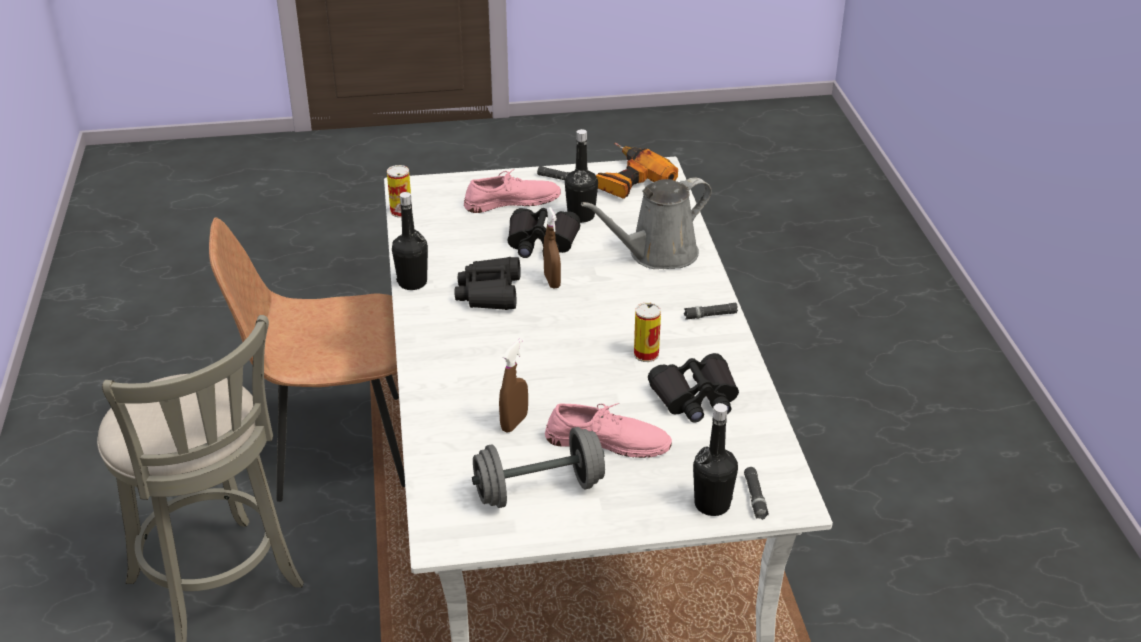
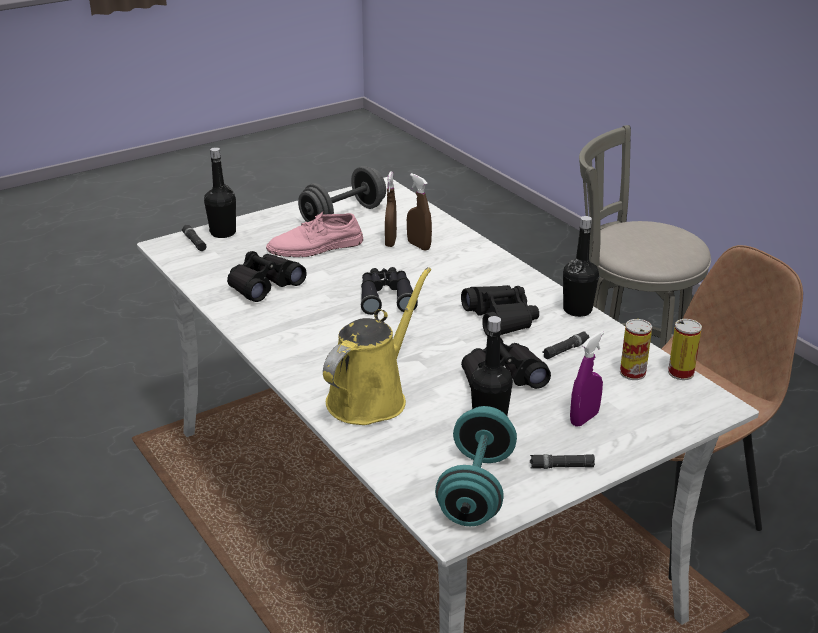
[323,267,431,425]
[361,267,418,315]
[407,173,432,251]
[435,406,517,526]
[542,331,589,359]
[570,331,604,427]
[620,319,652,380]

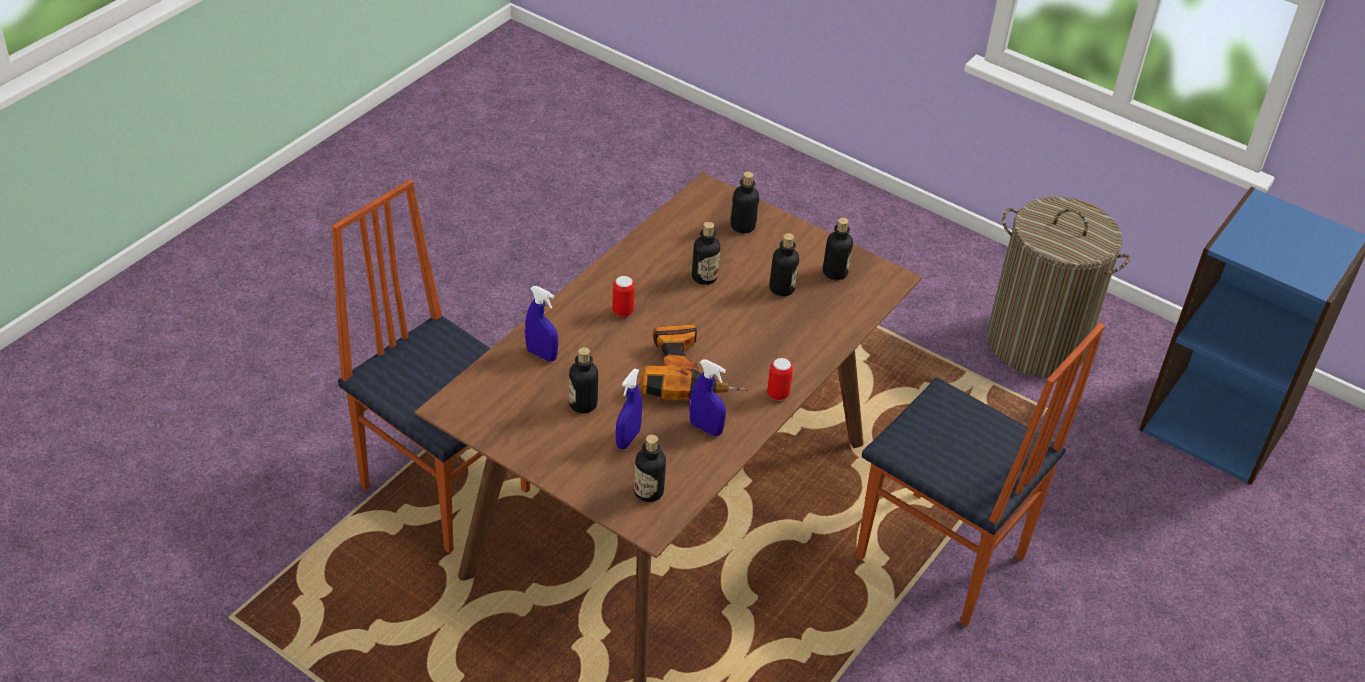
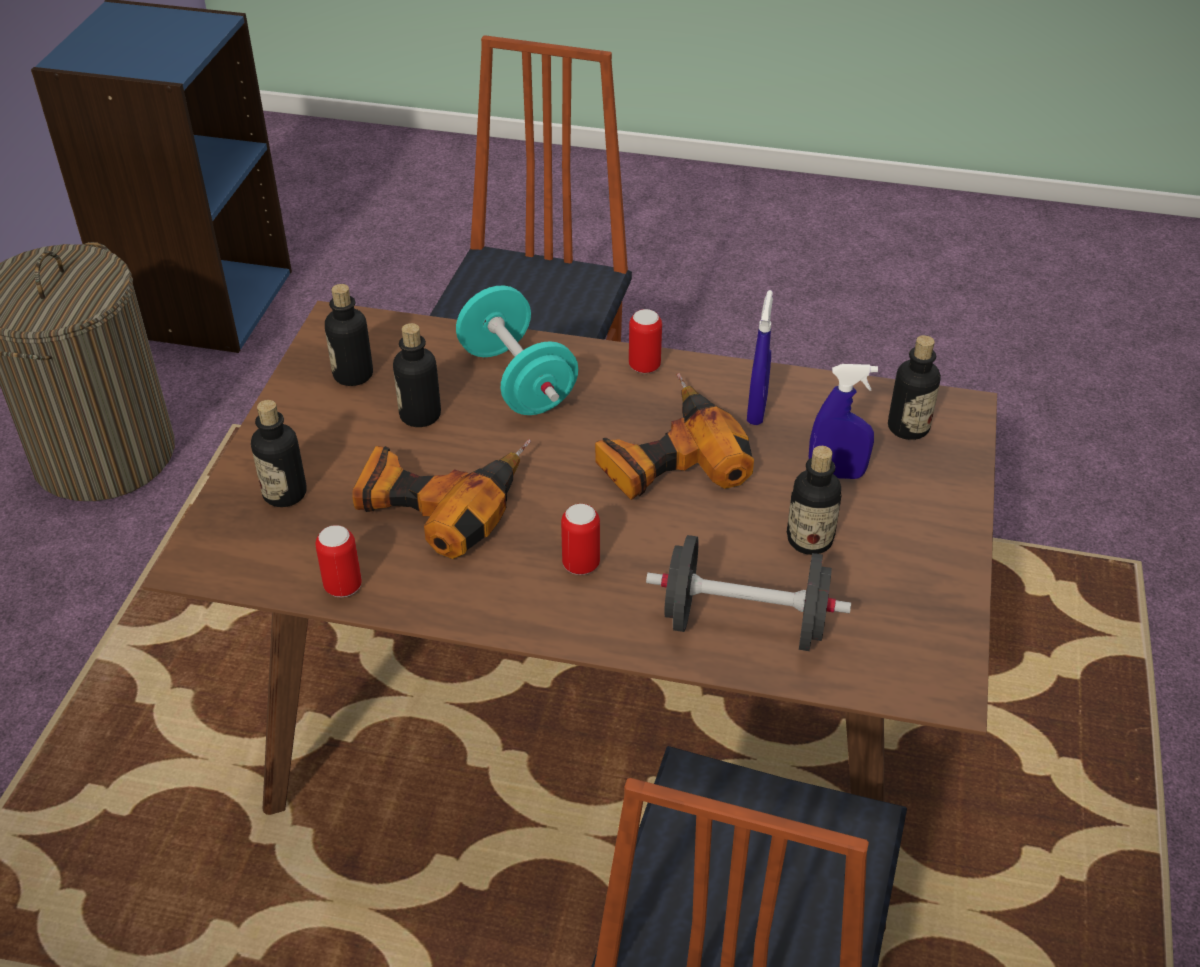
[315,525,362,597]
[353,439,531,559]
[456,286,578,415]
[646,535,851,651]

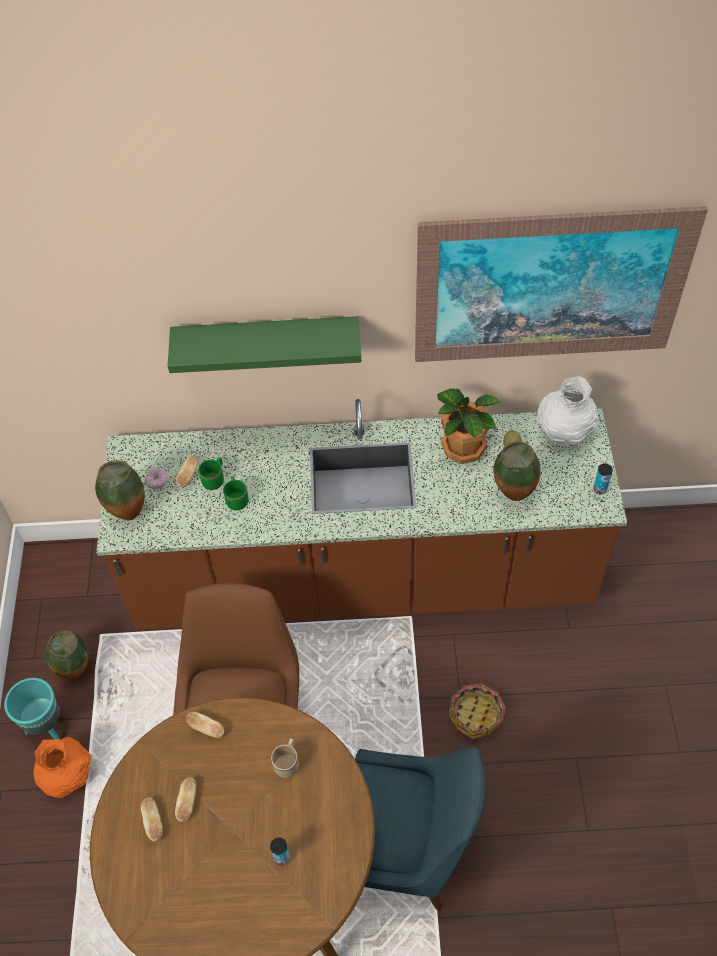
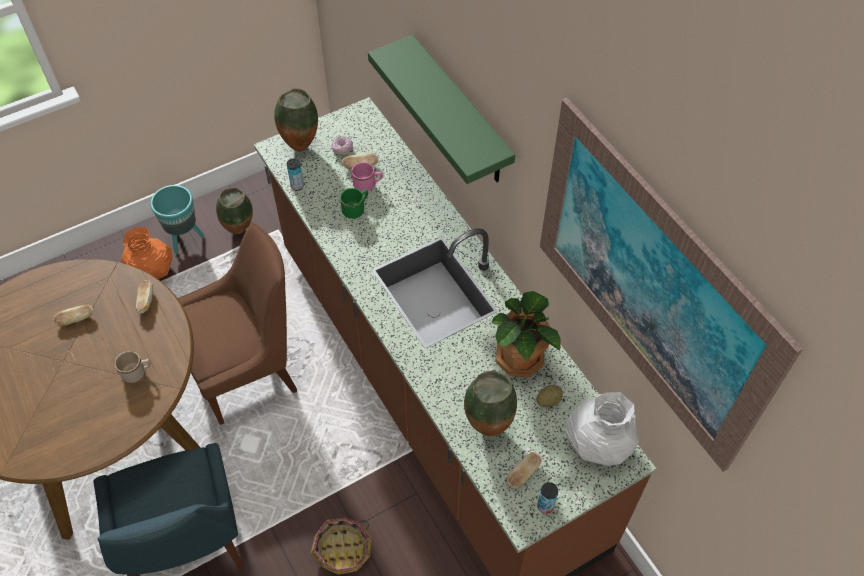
[287,159,304,191]
[351,162,382,192]
[507,452,542,488]

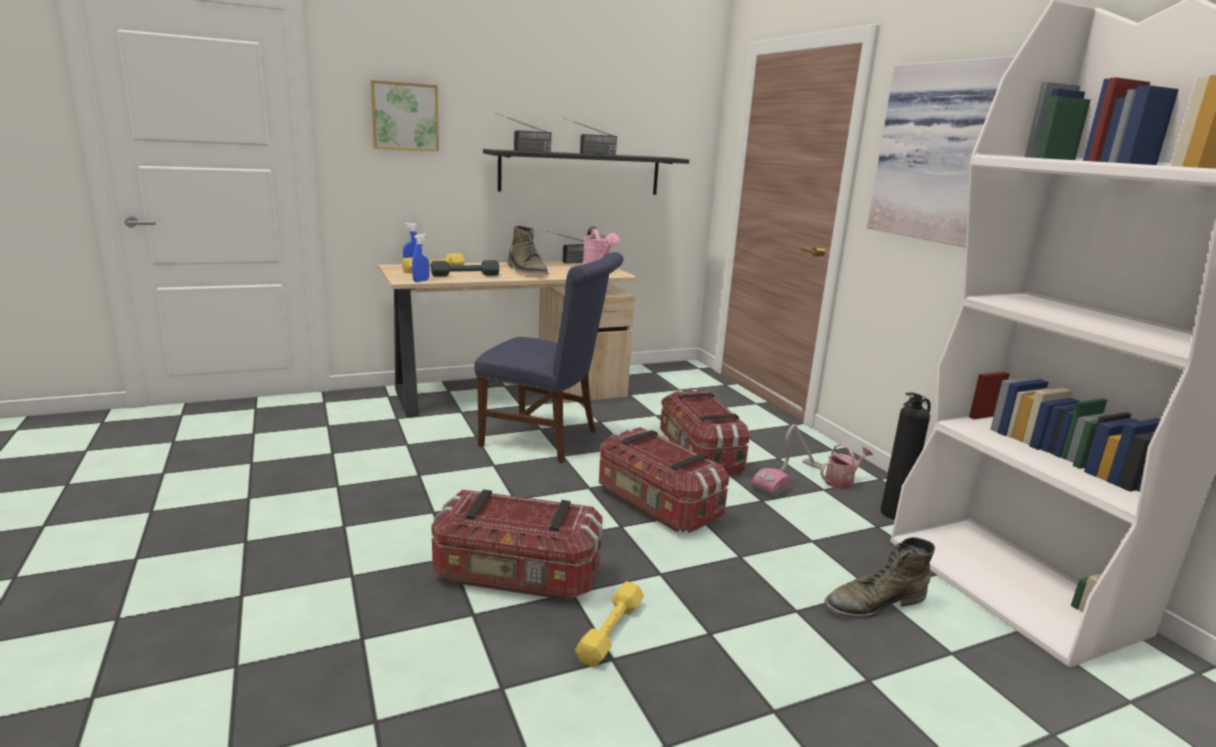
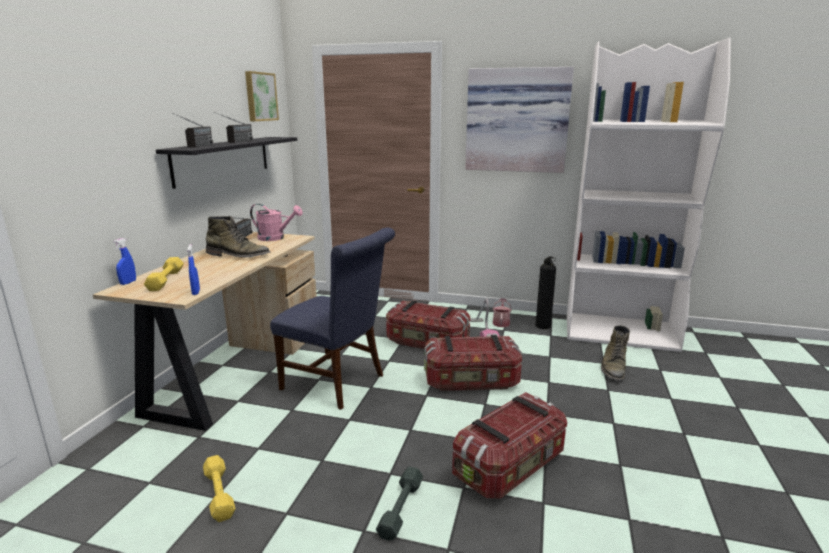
[203,455,235,522]
[245,71,279,121]
[270,228,395,410]
[376,467,423,541]

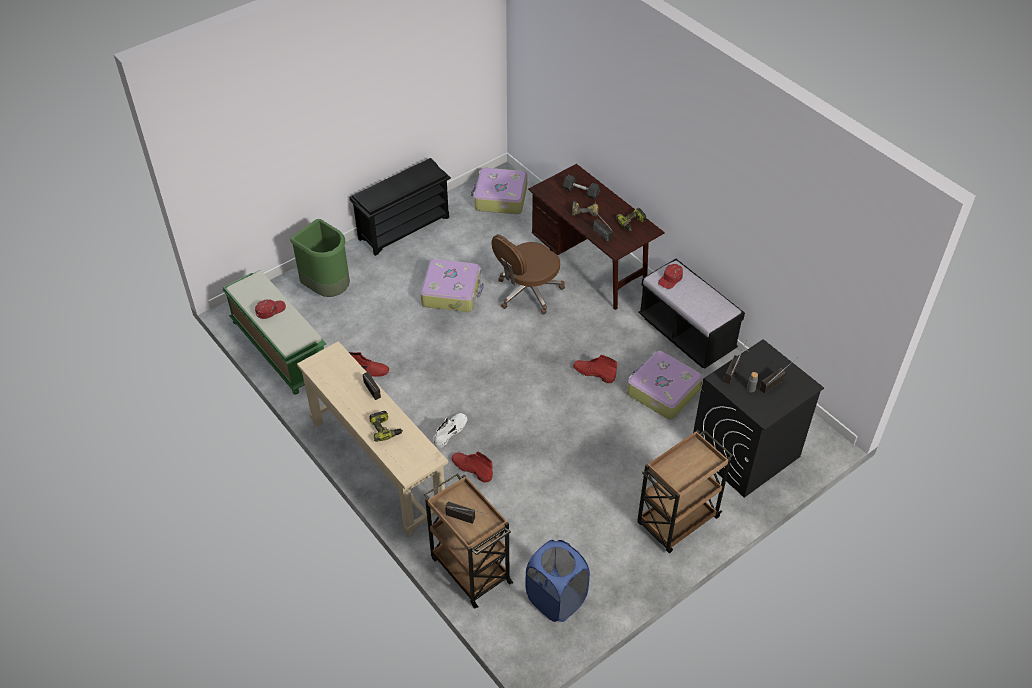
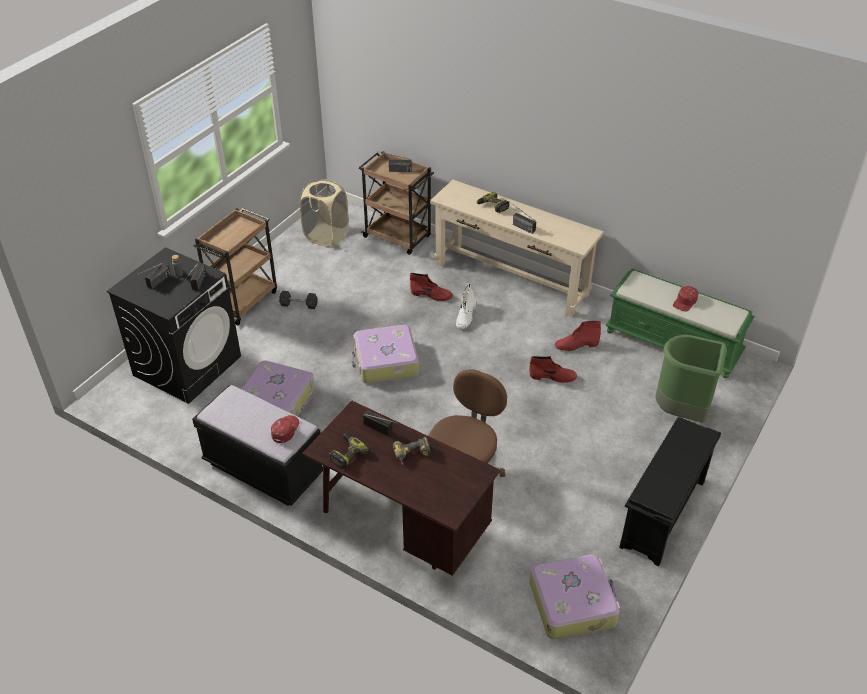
[279,291,318,309]
[300,179,349,247]
[352,325,419,383]
[529,356,577,383]

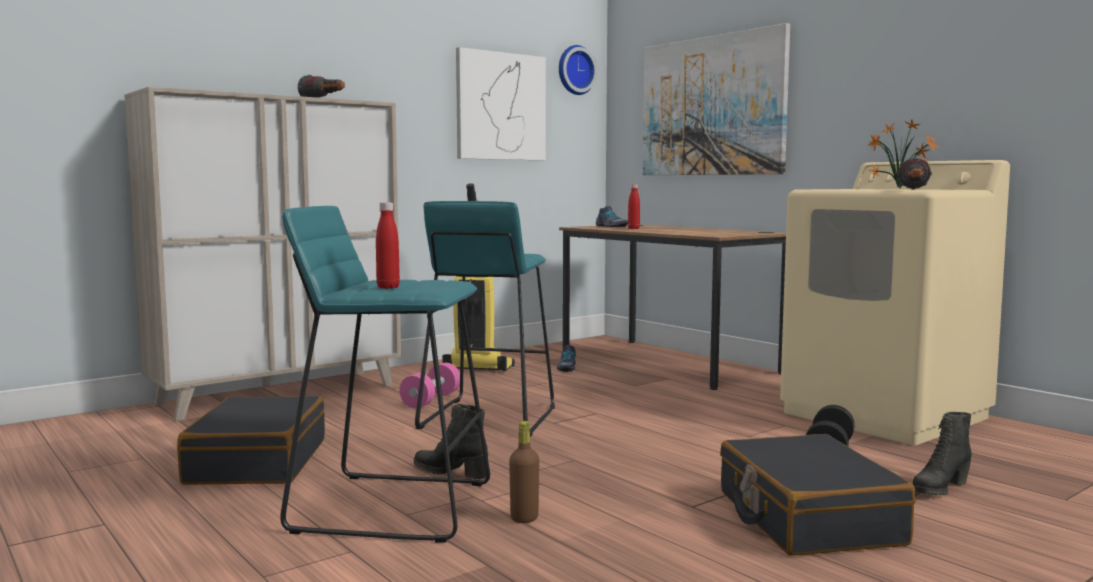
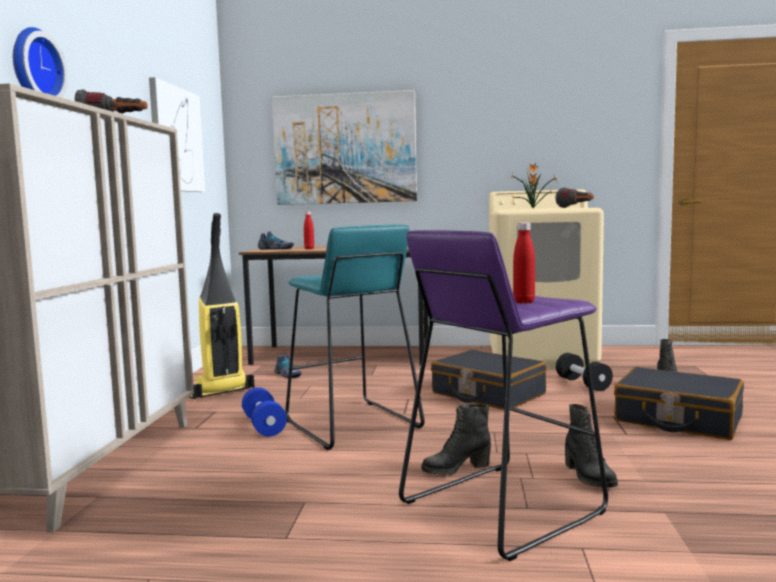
[13,27,68,98]
[242,387,287,437]
[399,230,608,561]
[431,349,547,410]
[565,404,618,488]

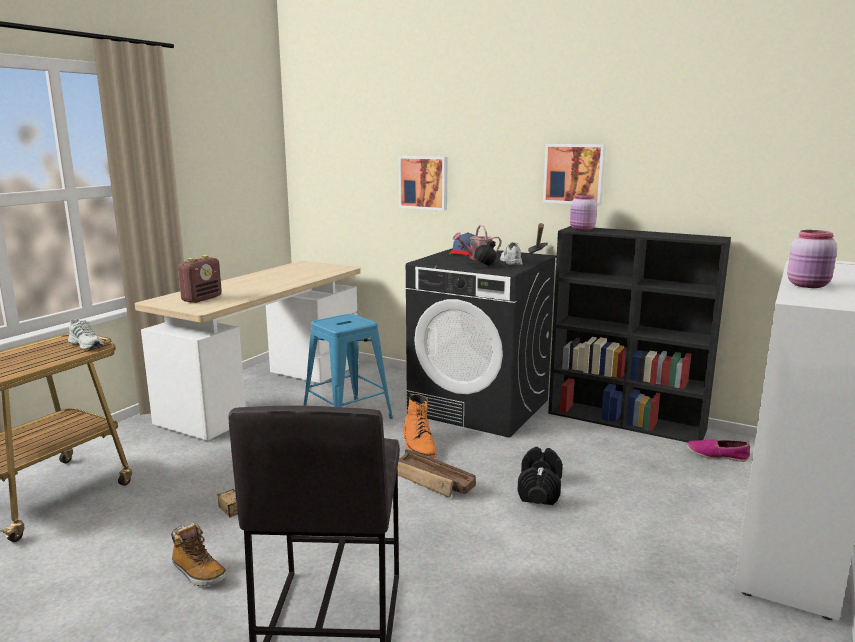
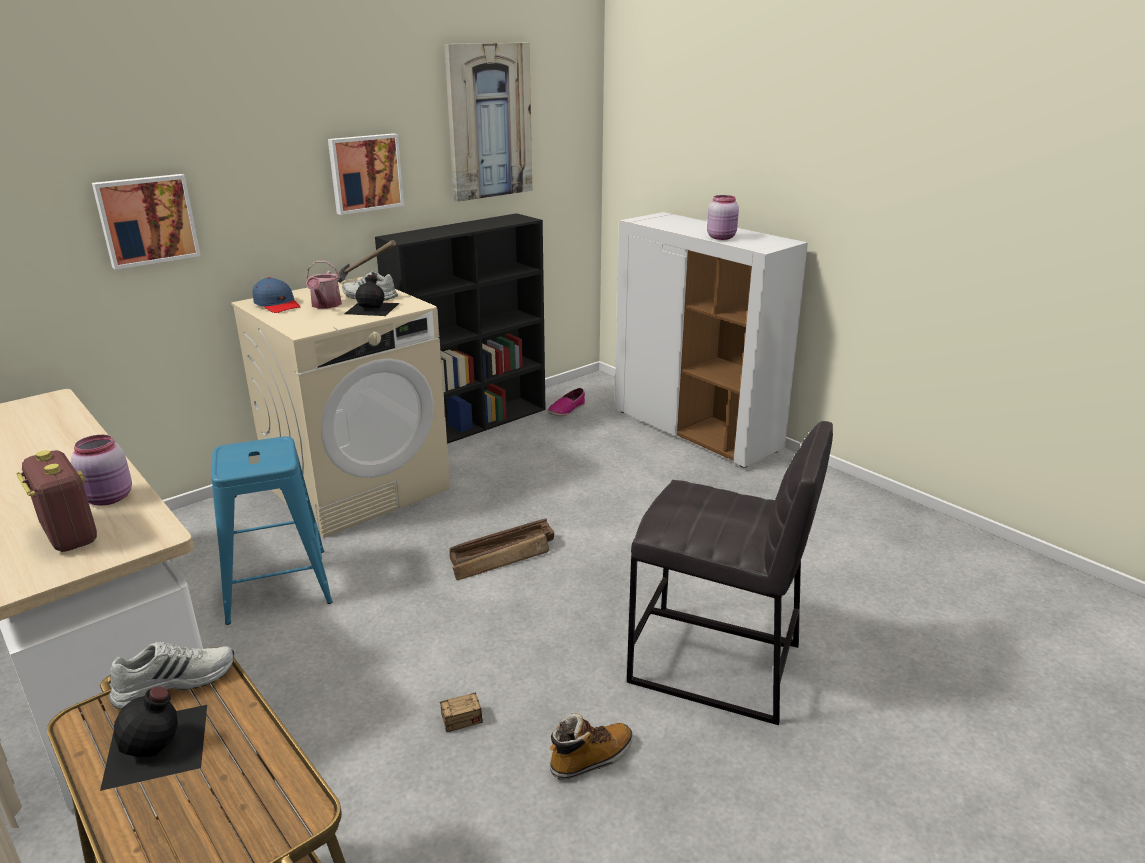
[71,435,132,505]
[100,687,207,791]
[231,277,450,538]
[444,43,532,202]
[403,394,437,458] (first image)
[517,447,563,505] (first image)

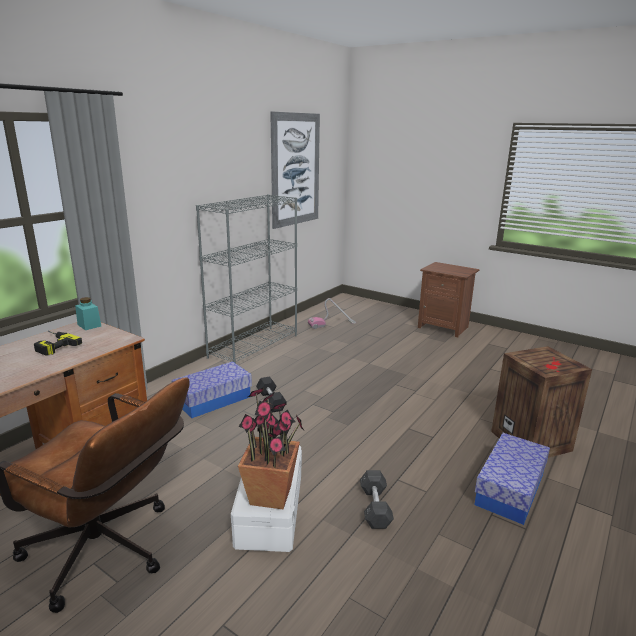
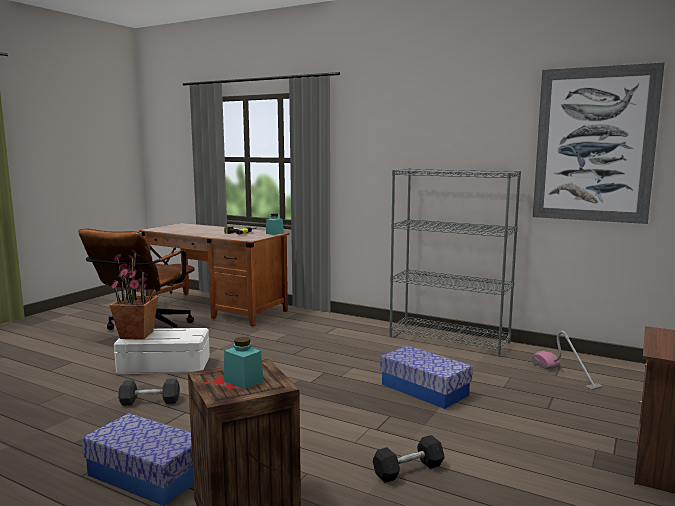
[224,337,263,390]
[373,435,445,483]
[380,345,473,409]

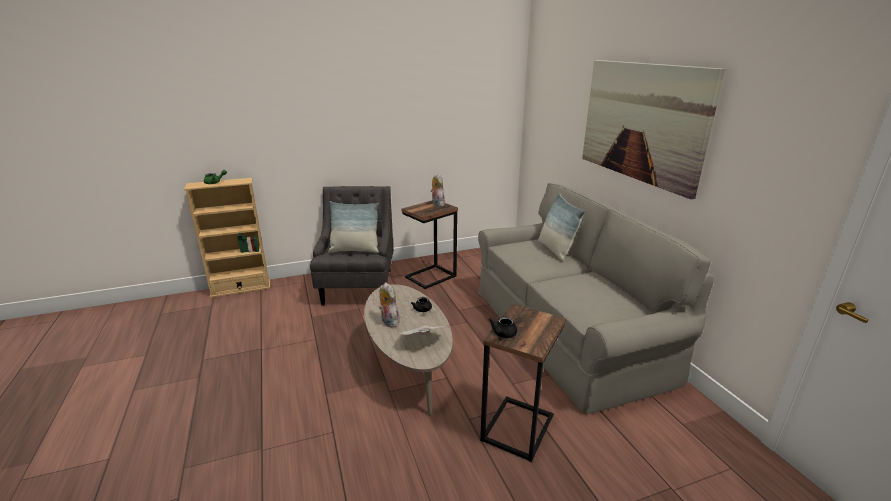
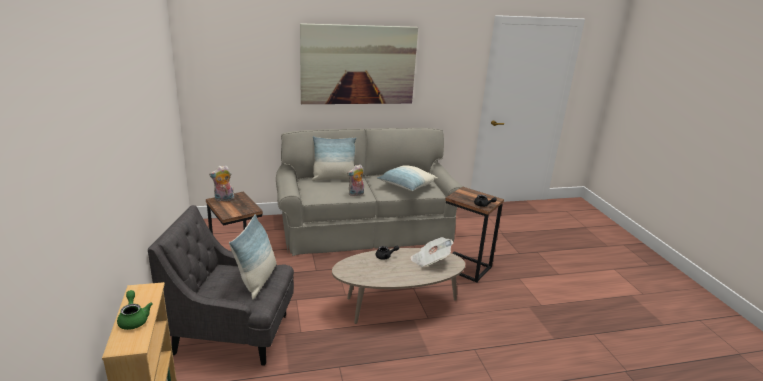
[347,165,364,196]
[377,166,438,191]

